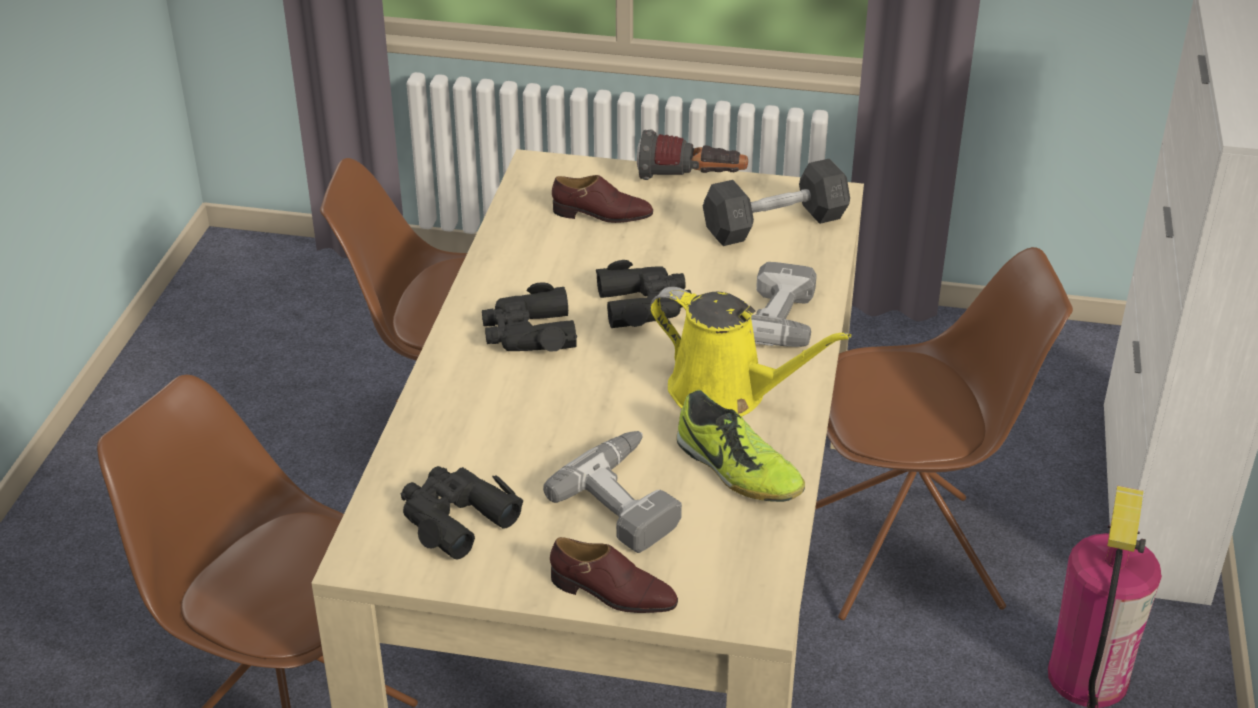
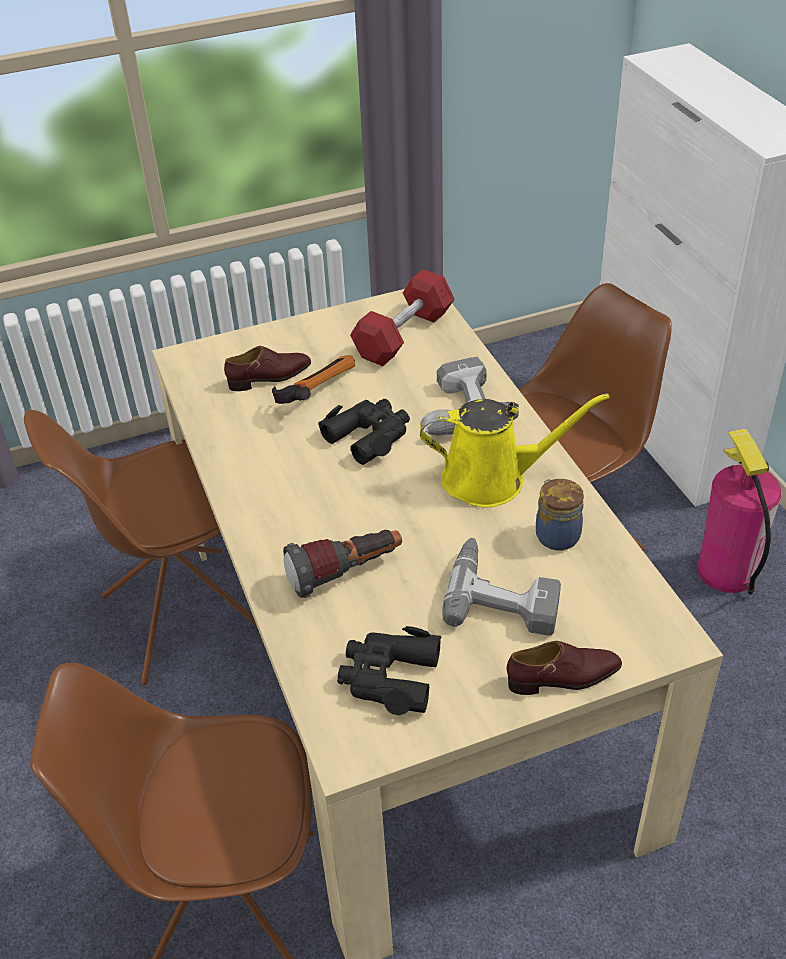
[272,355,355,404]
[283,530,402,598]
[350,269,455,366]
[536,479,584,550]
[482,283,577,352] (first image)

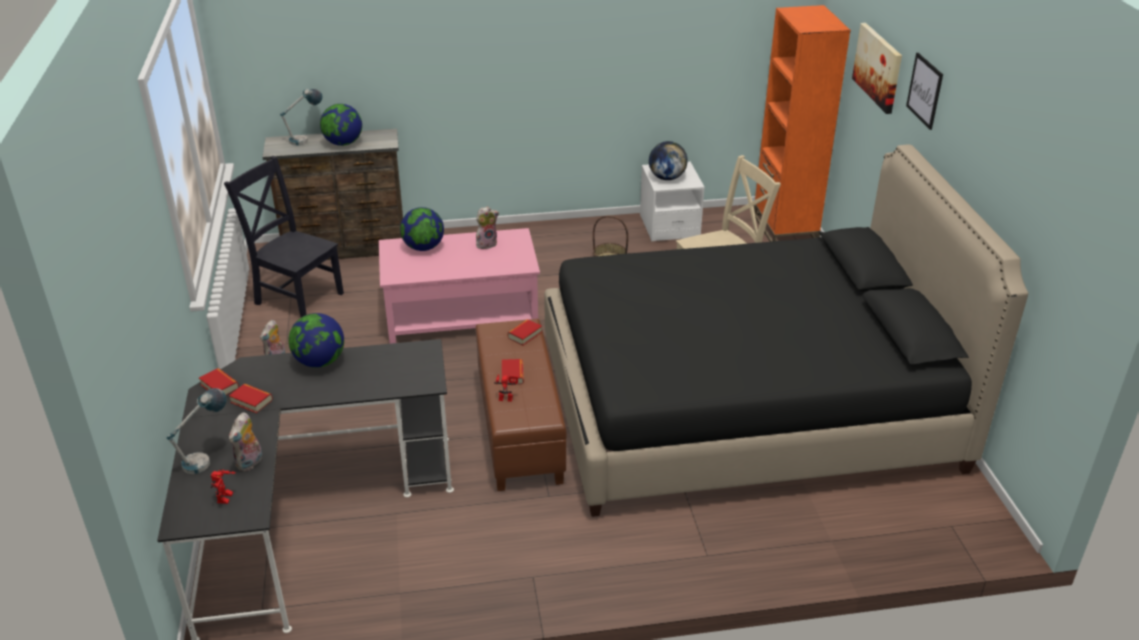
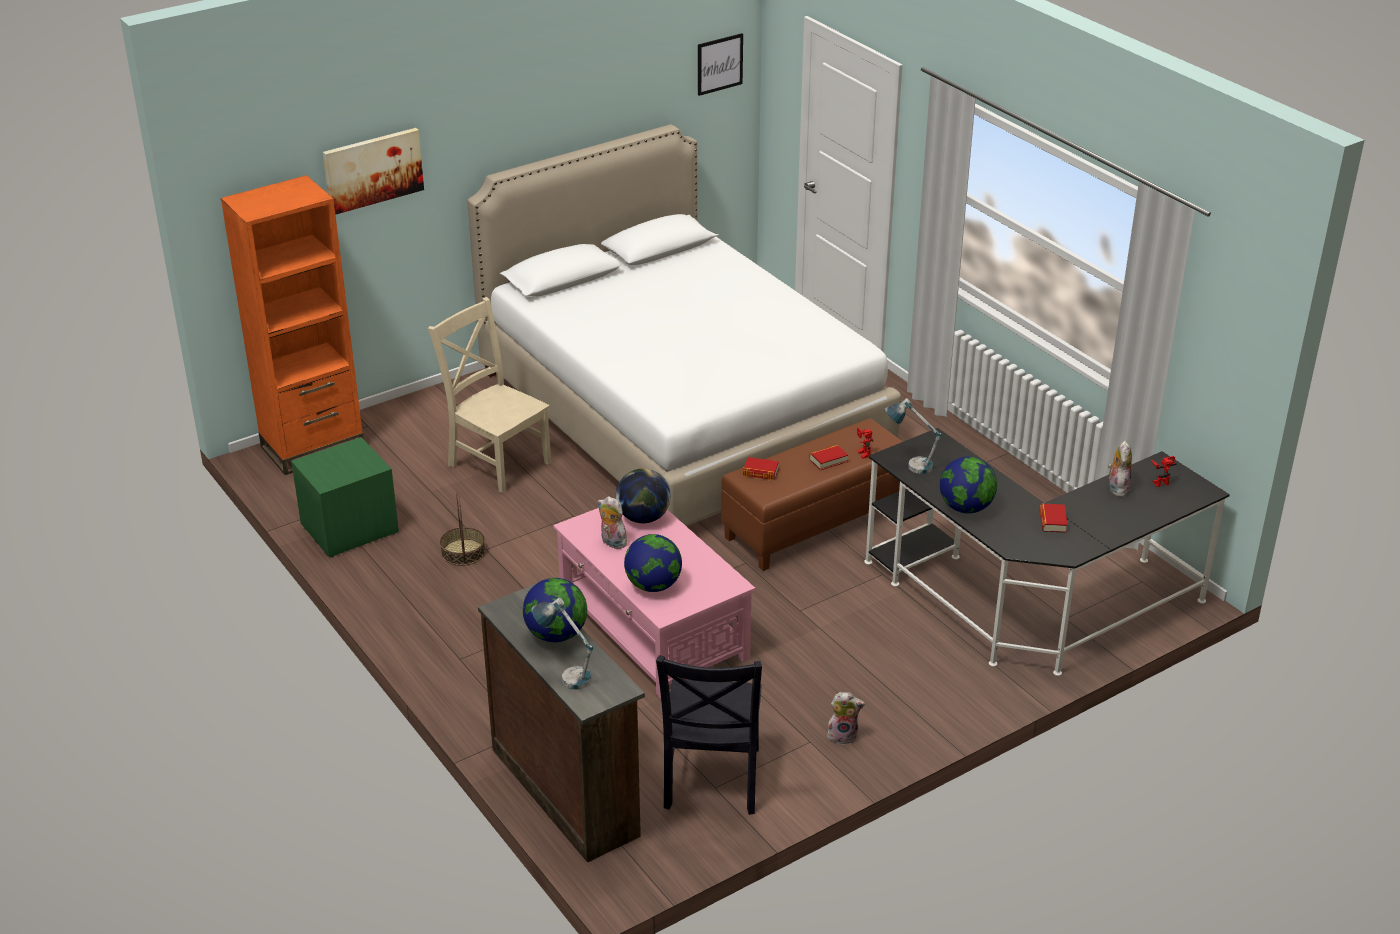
[291,437,399,558]
[467,124,901,526]
[616,468,671,523]
[698,33,743,96]
[884,398,942,474]
[1108,441,1132,497]
[199,368,239,395] (first image)

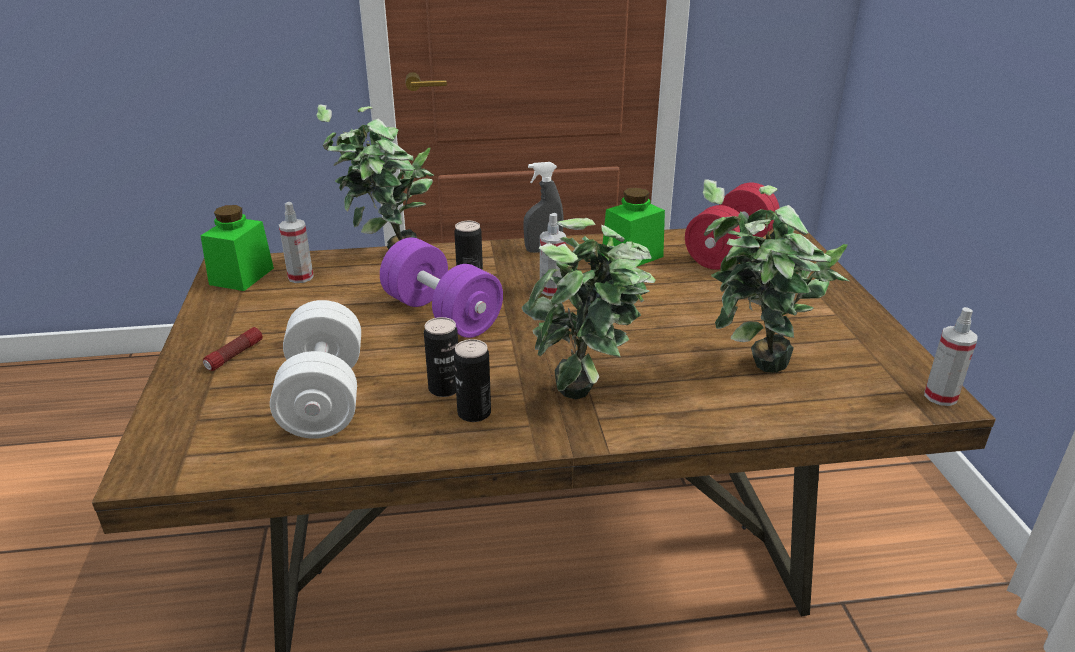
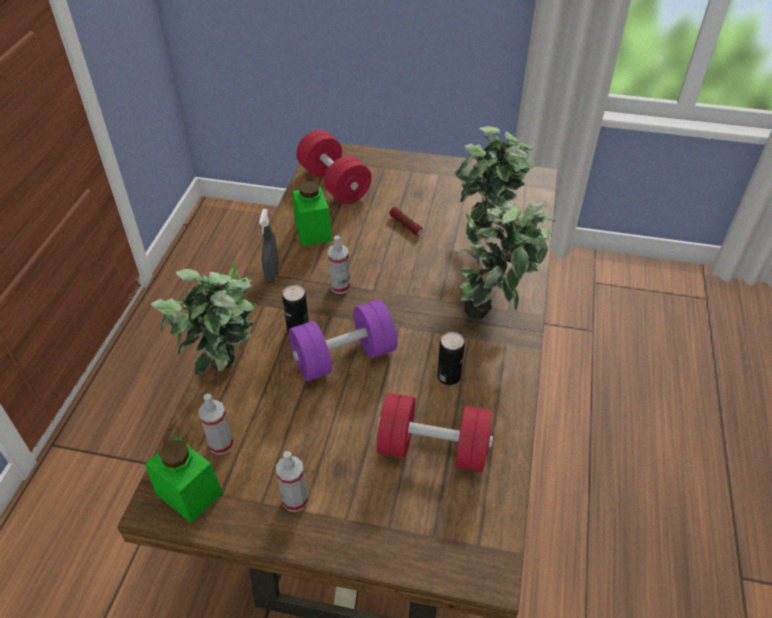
[276,451,308,512]
[377,393,493,472]
[389,207,423,236]
[454,339,491,422] (first image)

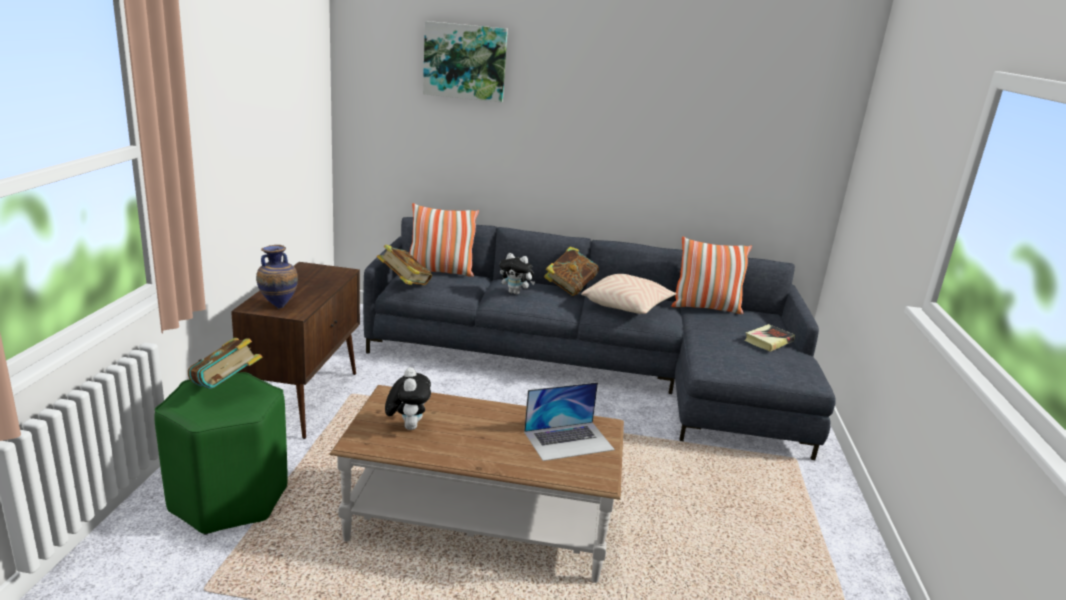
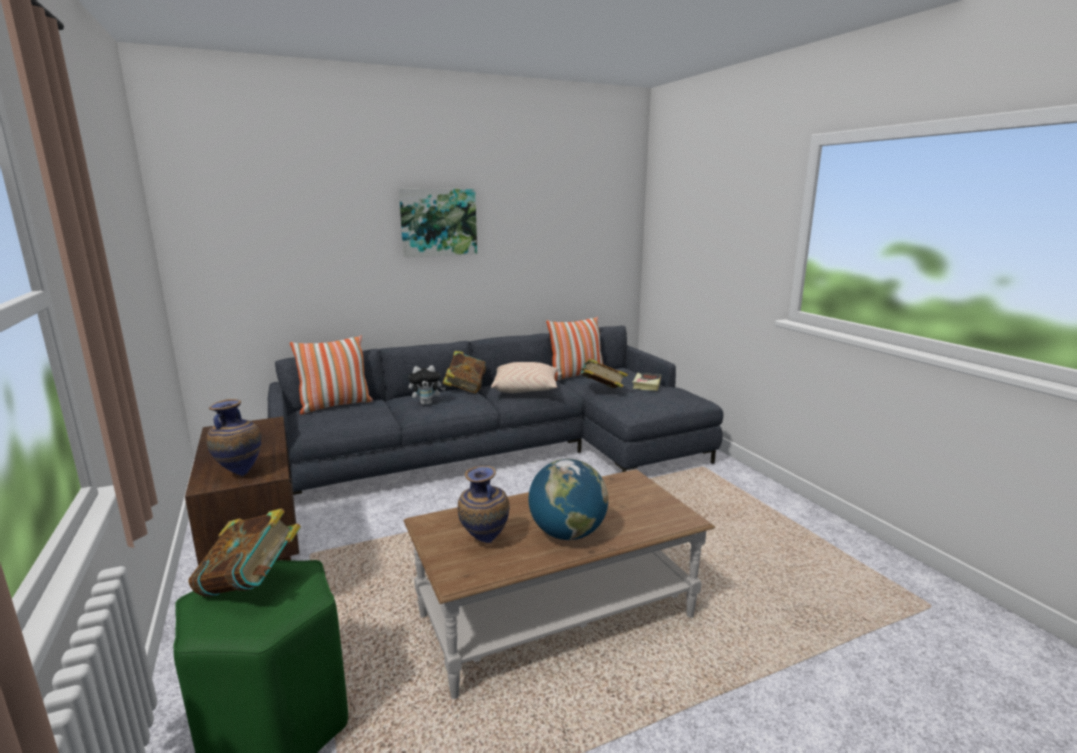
[399,189,477,257]
[458,466,509,543]
[528,459,608,540]
[578,358,628,388]
[524,382,615,461] (first image)

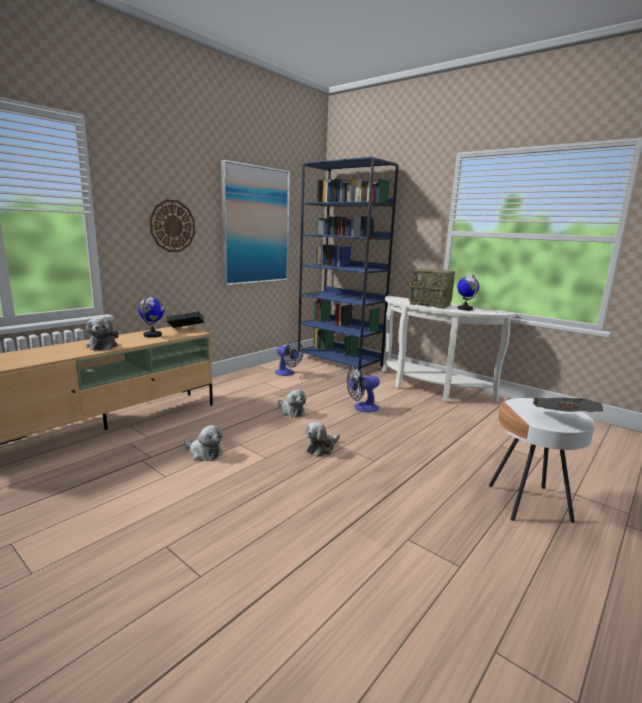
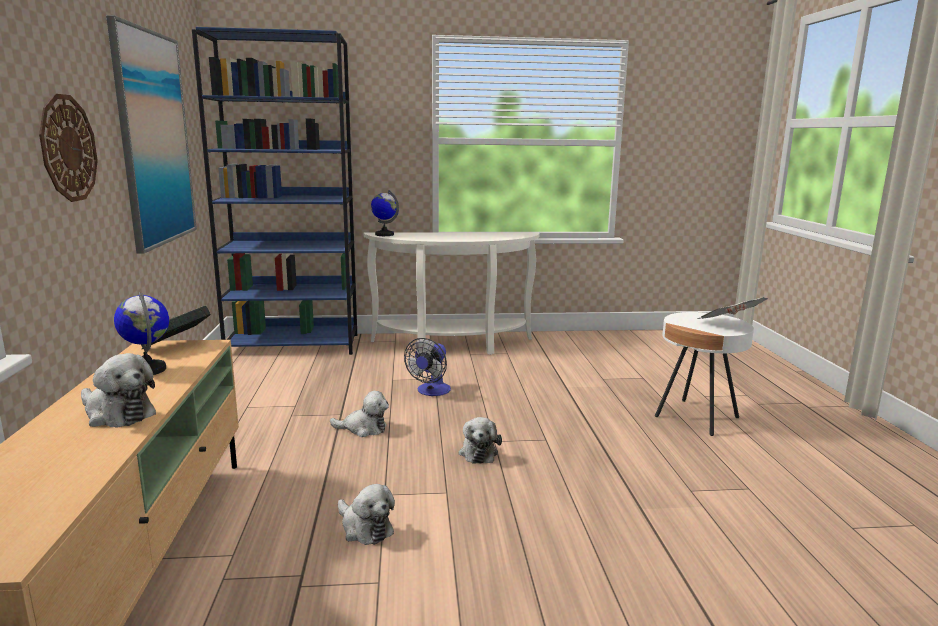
[338,484,395,545]
[371,190,399,236]
[275,341,303,376] (first image)
[409,268,455,309] (first image)

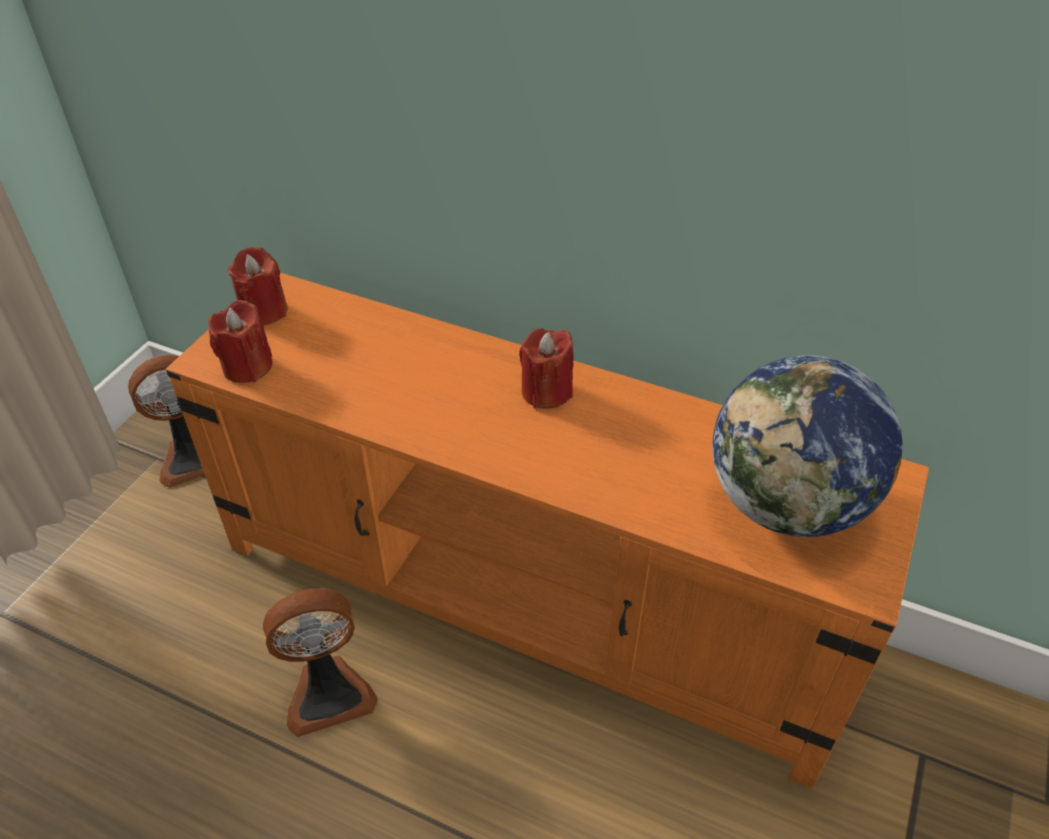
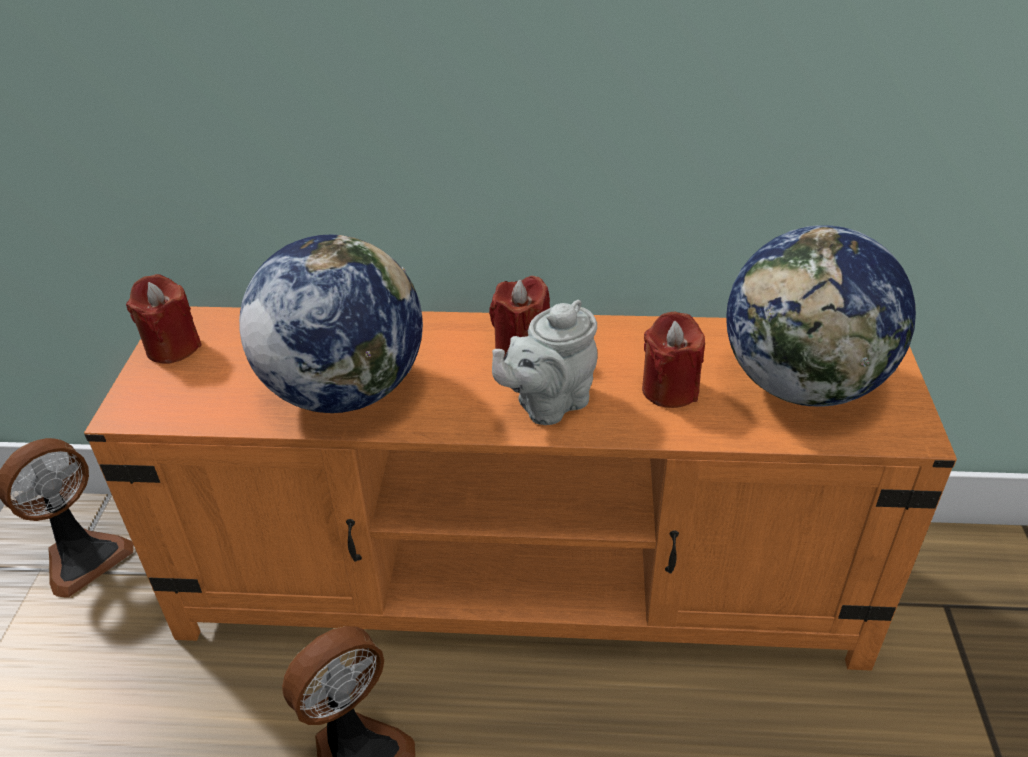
[239,234,423,413]
[492,300,598,425]
[642,312,705,408]

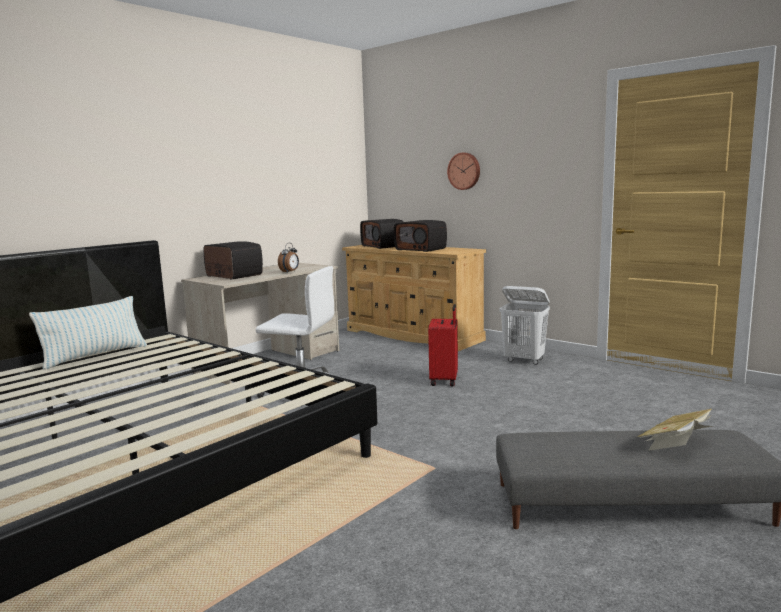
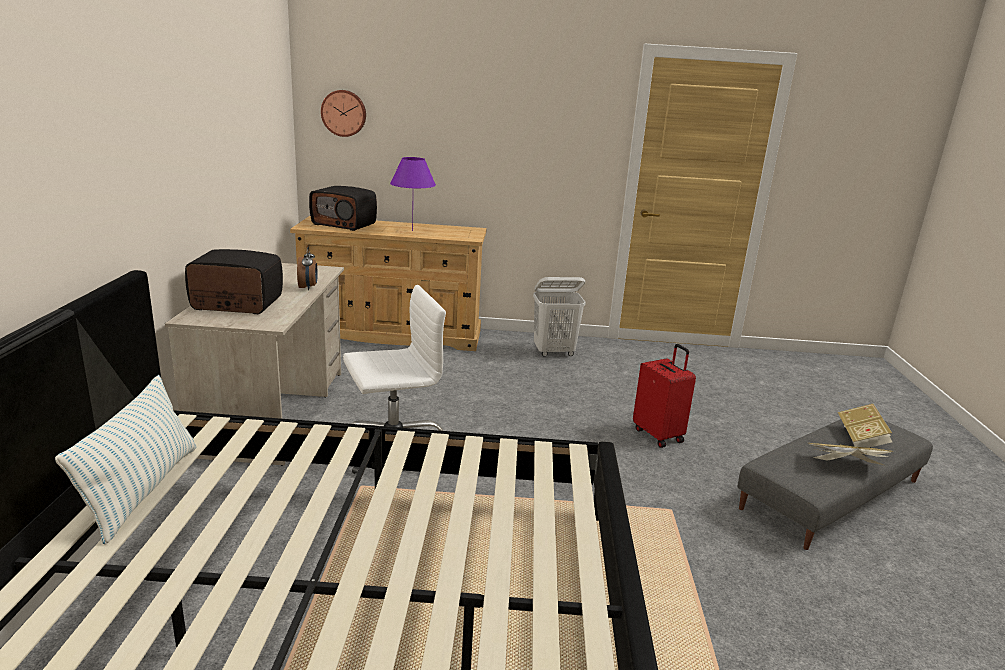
[321,90,366,137]
[390,157,436,231]
[633,344,696,448]
[809,443,893,465]

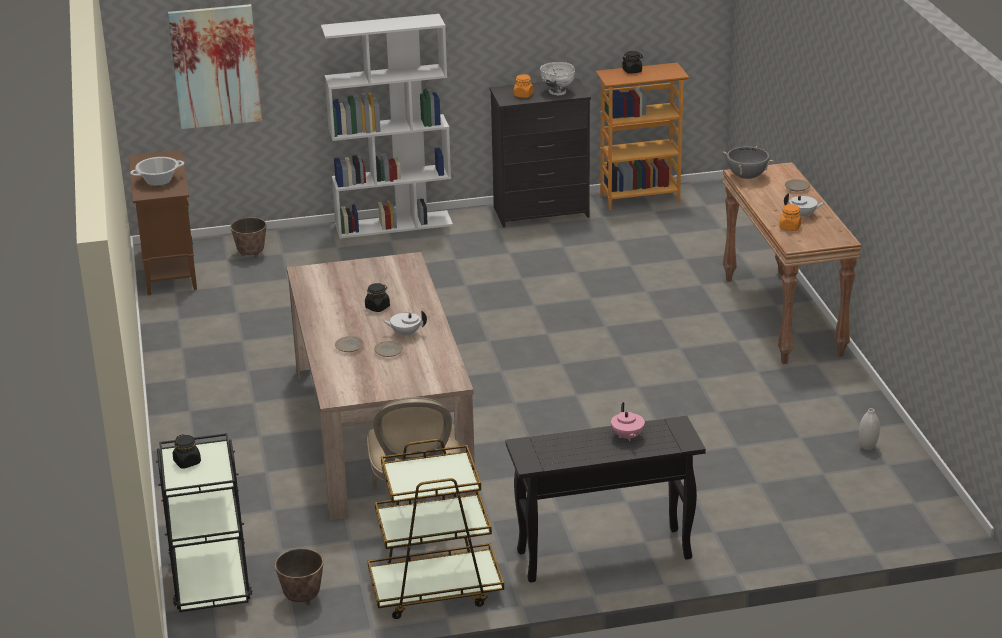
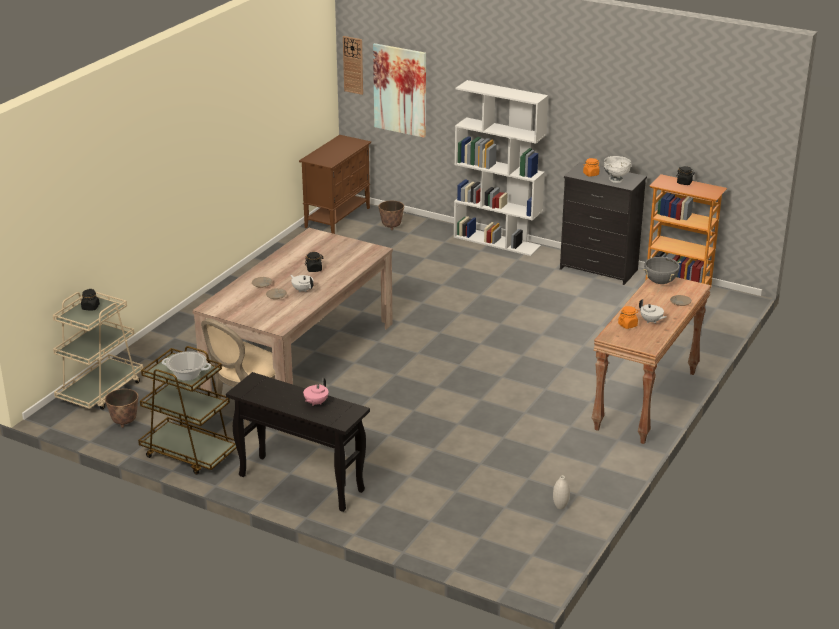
[53,292,143,410]
[162,351,211,381]
[343,36,363,95]

